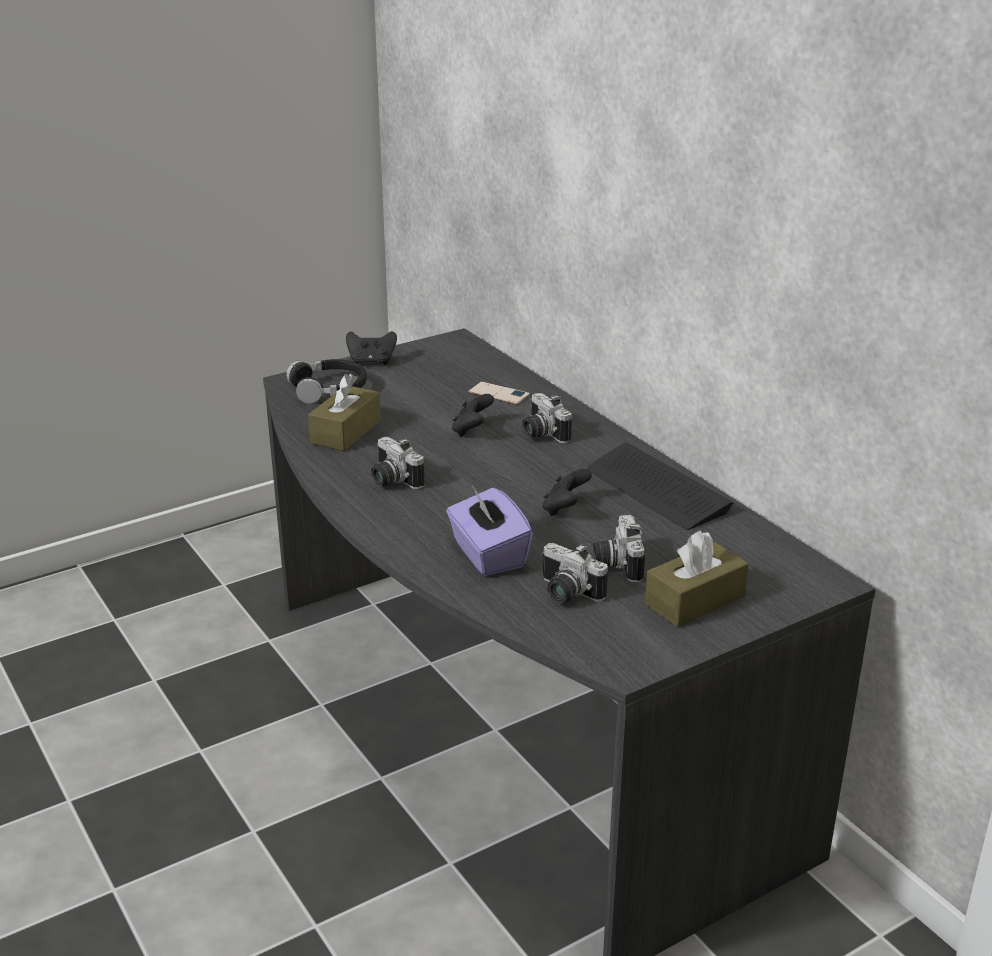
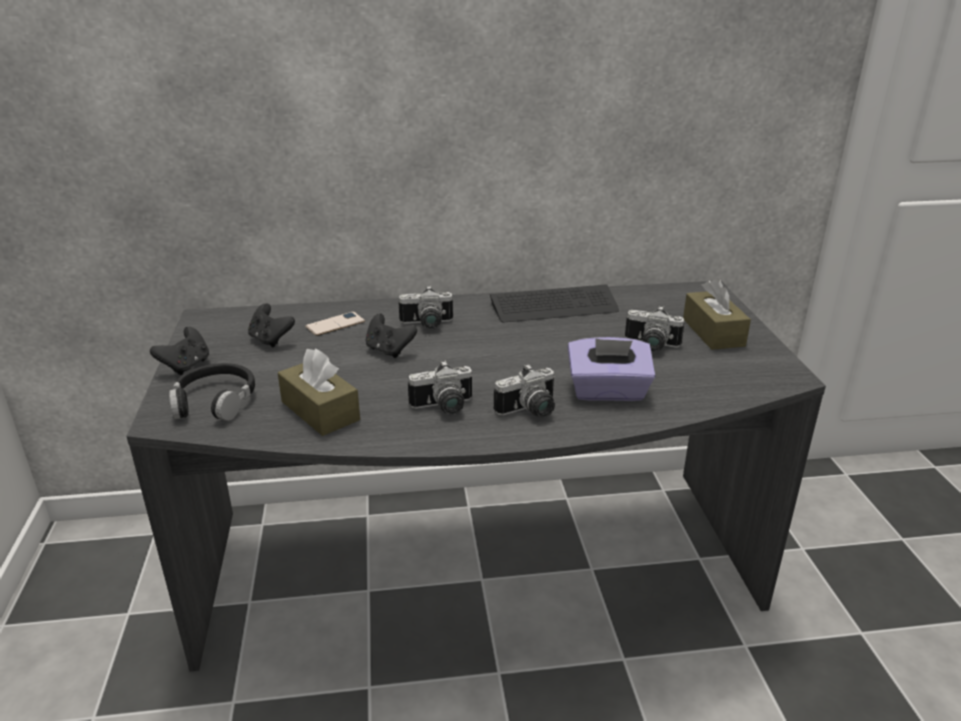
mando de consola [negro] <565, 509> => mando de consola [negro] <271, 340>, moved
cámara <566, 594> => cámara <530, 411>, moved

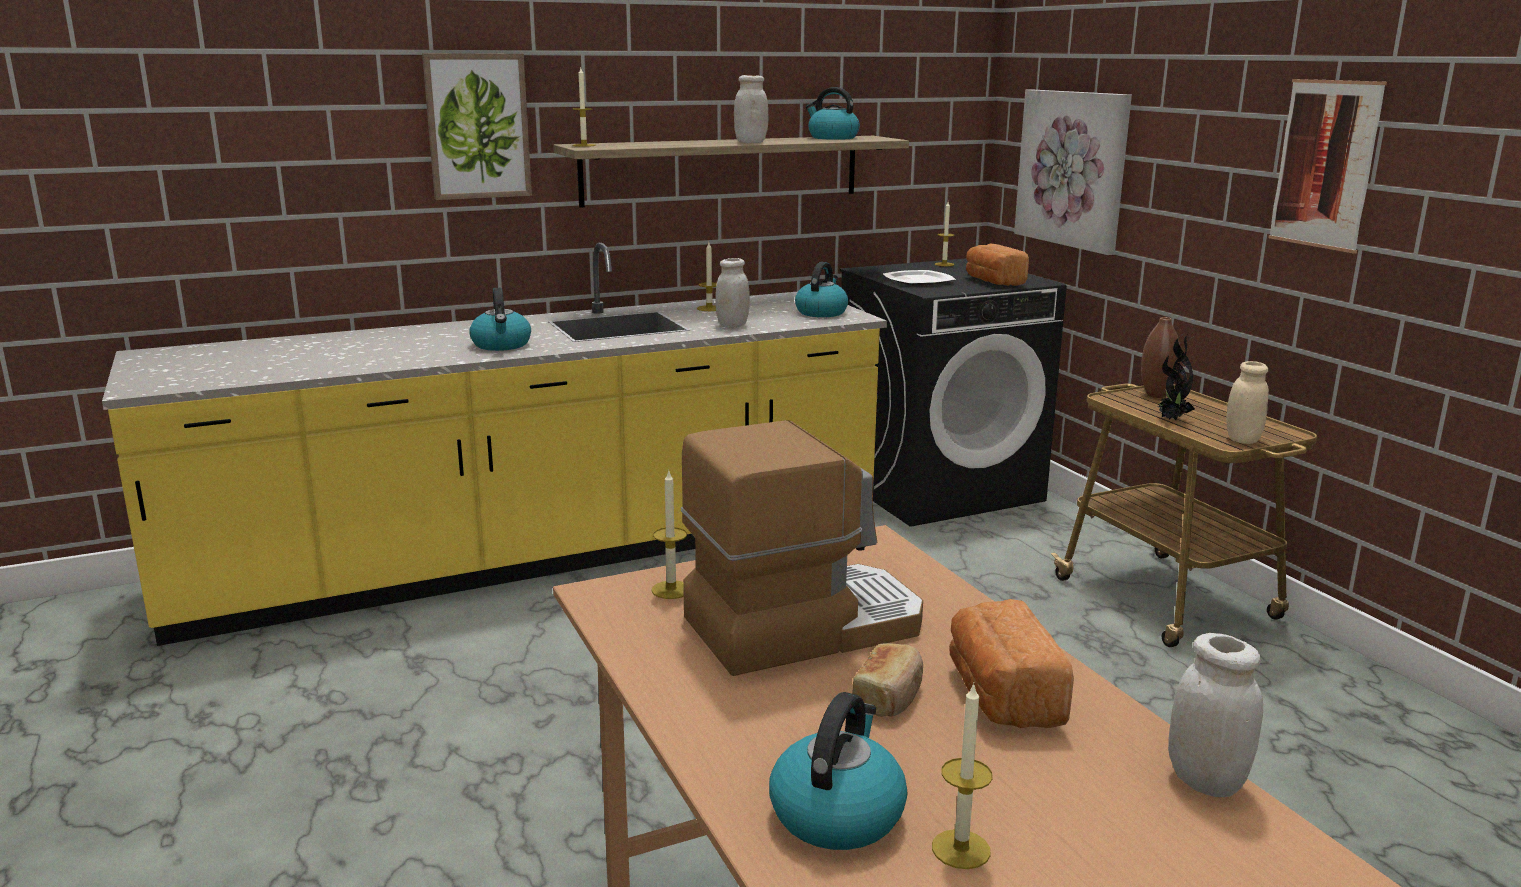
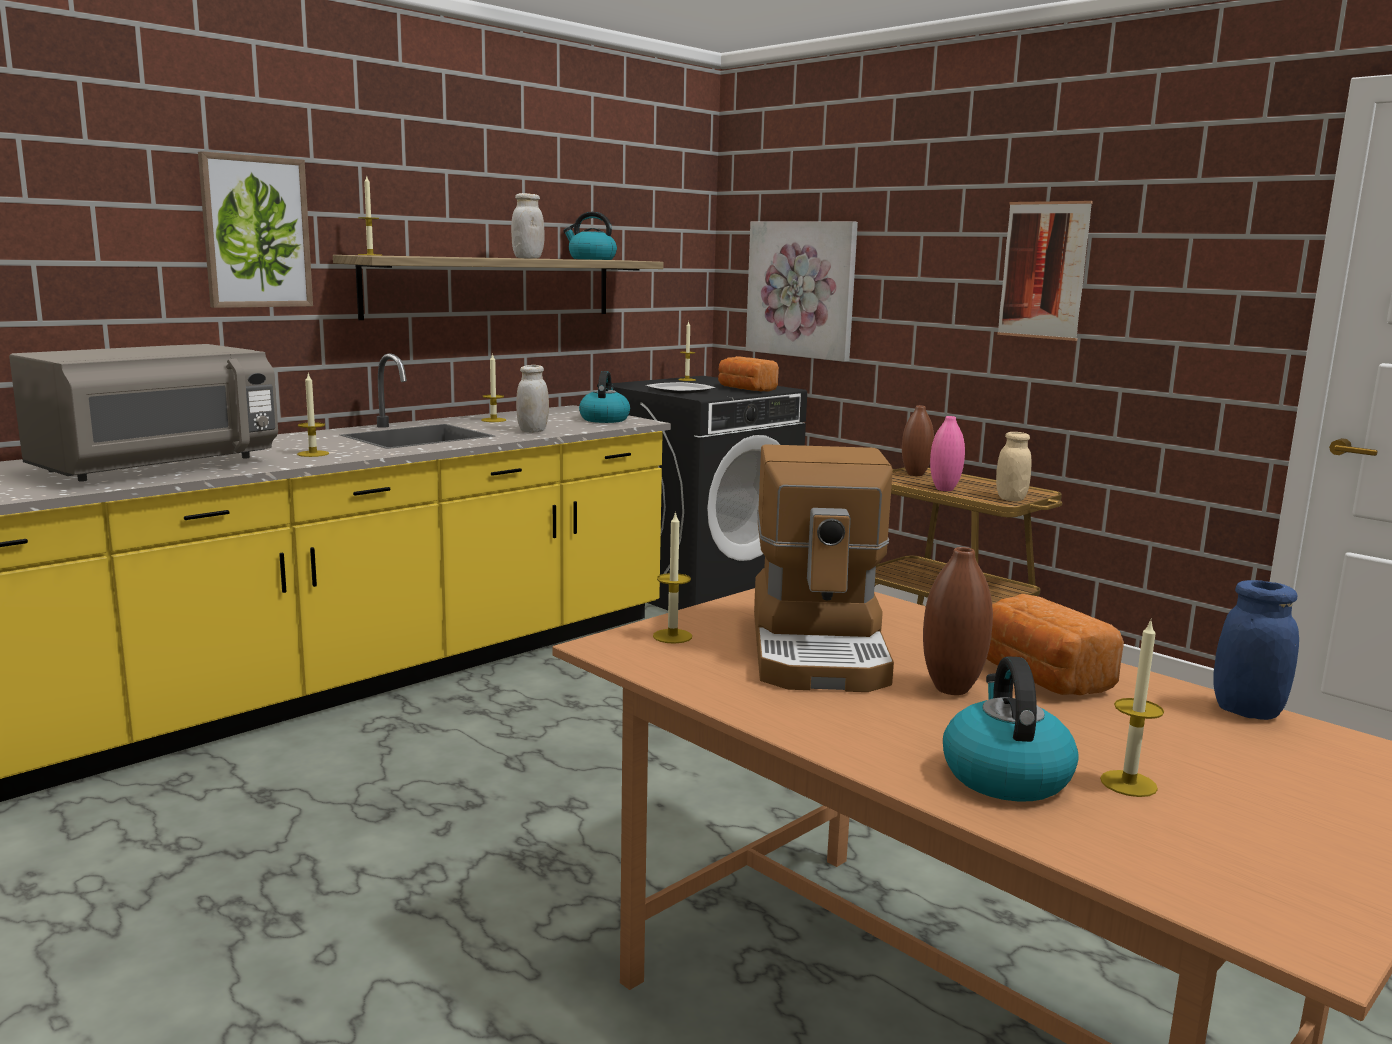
hervidor <501, 345> => vela <313, 454>
planta en maceta <1171, 419> => florero [rosa] <944, 489>
cafetera <802, 624> => cafetera <820, 648>, 135 degrees clockwise
tarro [blanco] <1205, 781> => tarro [azul] <1247, 711>
pan <889, 696> => florero [marrón] <951, 689>
nothing => microondas [gris] <157, 467>

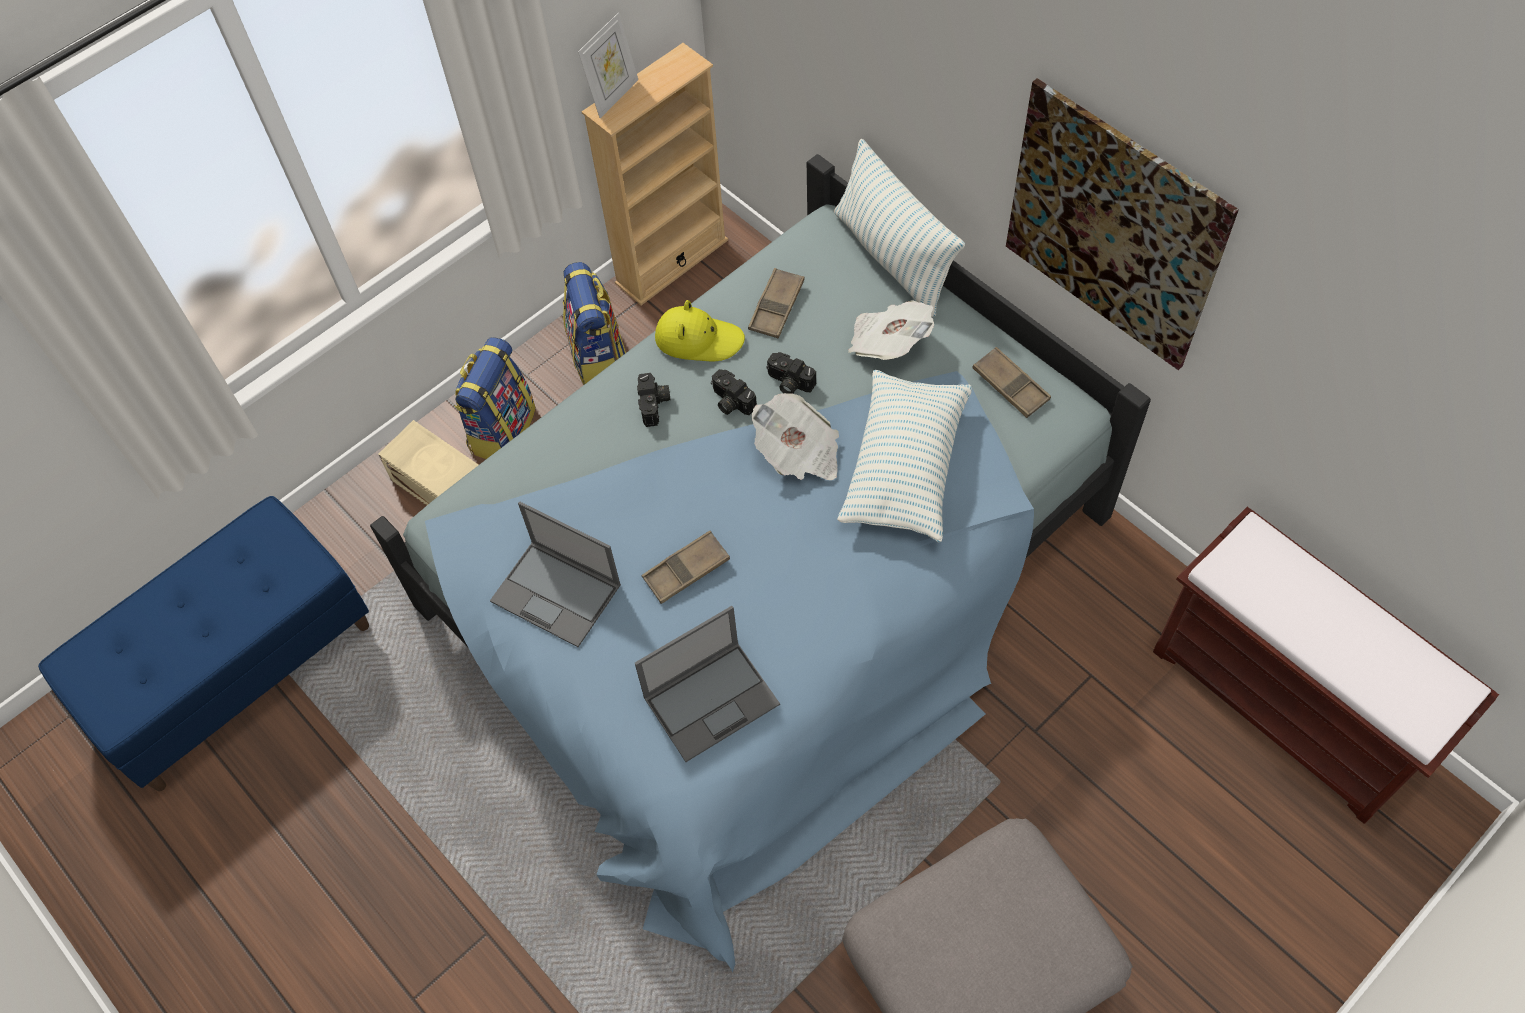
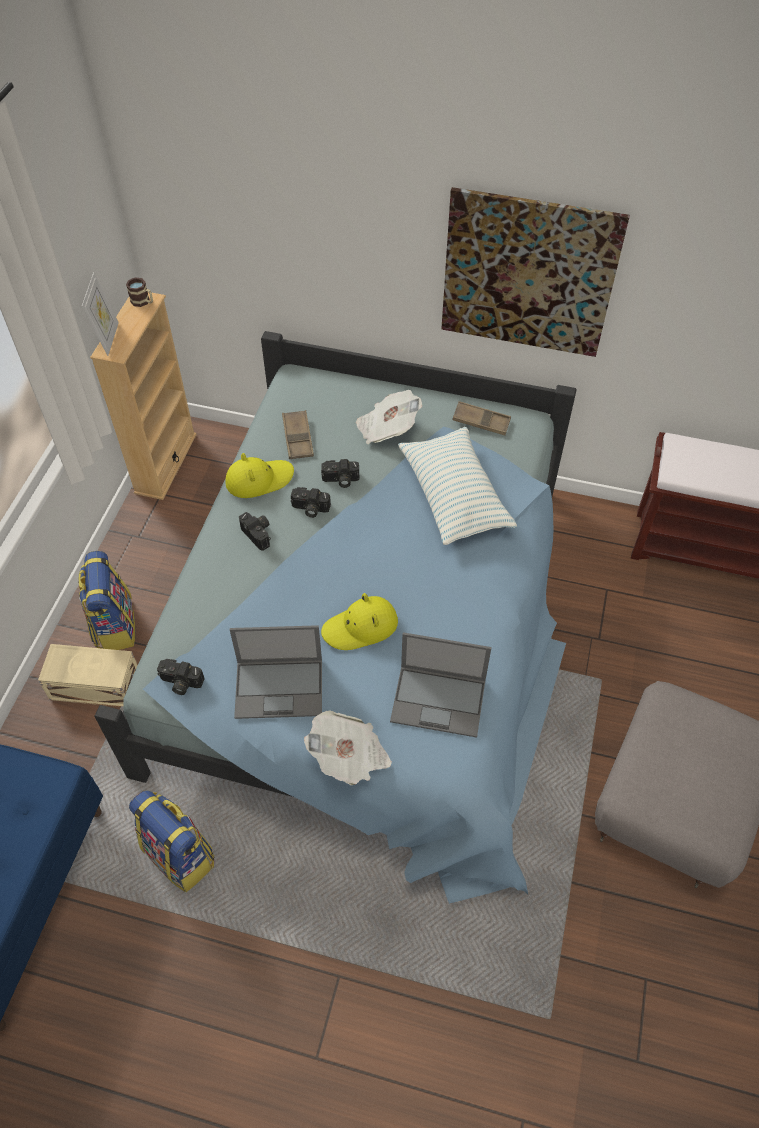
cojín <893, 258> => nothing
mochila <599, 356> => mochila <180, 855>, moved
periódico <798, 453> => periódico <349, 757>, moved
bandeja [marrón] <686, 570> => sombrero [amarillo] <360, 627>
portátil <712, 699> => portátil <439, 700>, 75 degrees clockwise
nothing => taza grande <143, 302>
nothing => cámara <180, 683>

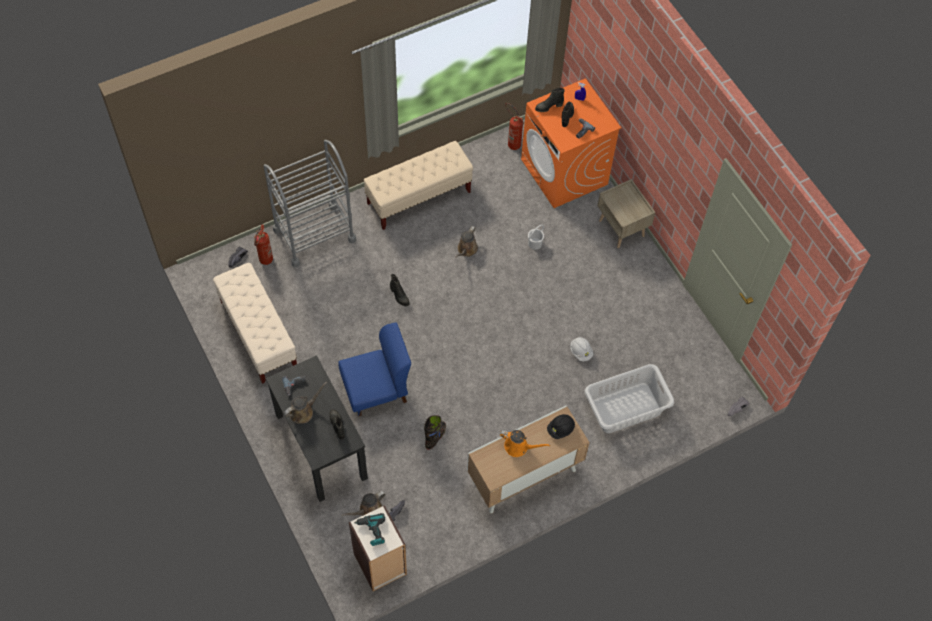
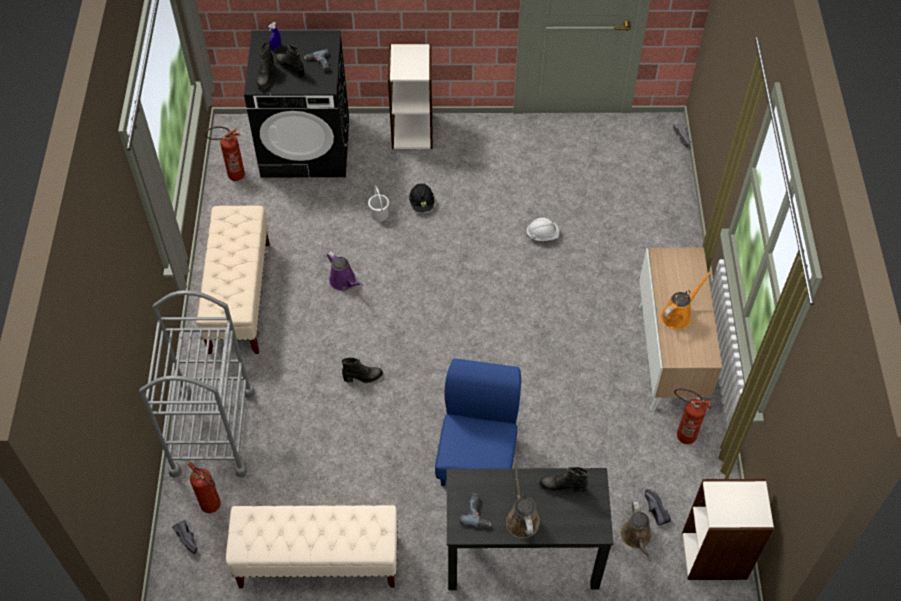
lavadora [naranja] <564, 172> => lavadora [negro] <306, 147>
mesita de noche [beis] <622, 228> => estantería <412, 130>
regadera [marrón] <466, 250> => regadera [morado] <344, 281>
cesto de la ropa [gris] <626, 408> => nothing
casco [negro] <560, 429> => casco [negro] <422, 203>, moved
bota [negro] <435, 437> => nothing
taladro <372, 531> => nothing
nothing => extintor <681, 434>

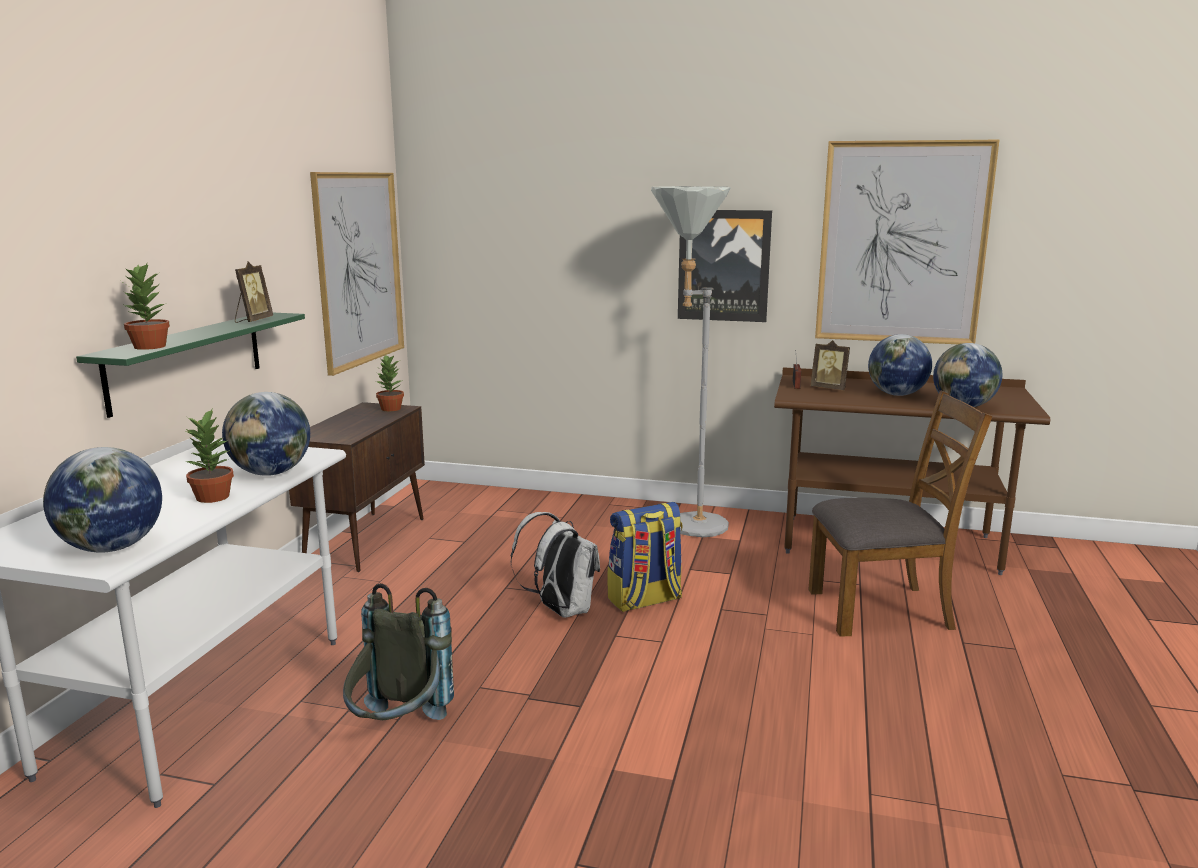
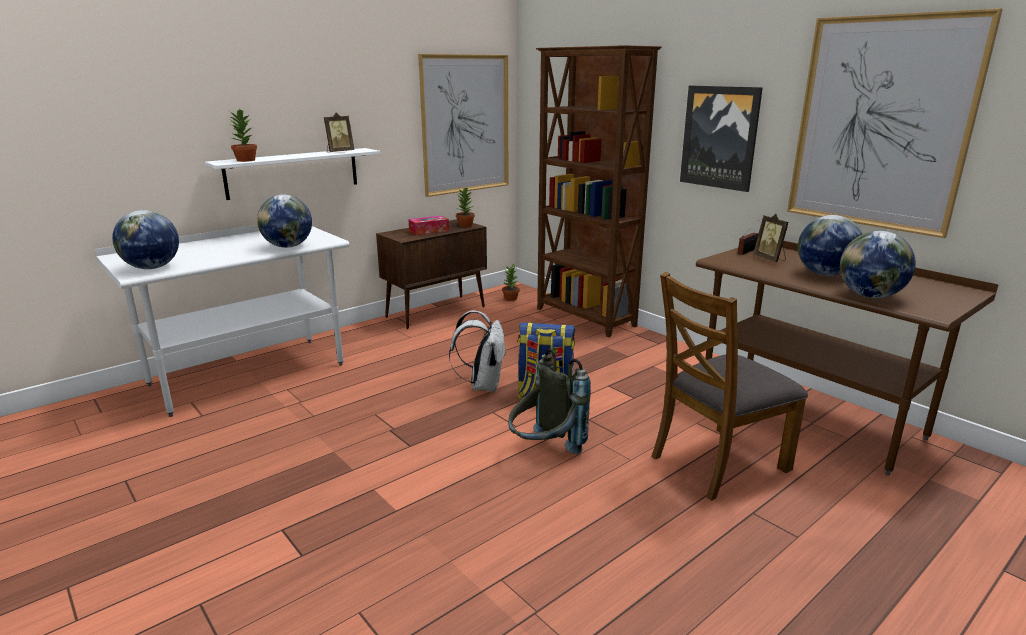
lámpara de pie [gris] <686, 526> => nothing
estante [verde] <187, 360> => estante [blanco] <293, 173>
silla [marrón] <881, 609> => silla [marrón] <717, 462>, 120 degrees clockwise
planta en maceta <214, 497> => planta en maceta <511, 298>, moved
mochila [gris] <398, 731> => mochila [gris] <544, 452>, moved
nothing => estantería [marrón] <585, 318>
nothing => caja de pañuelos <429, 231>

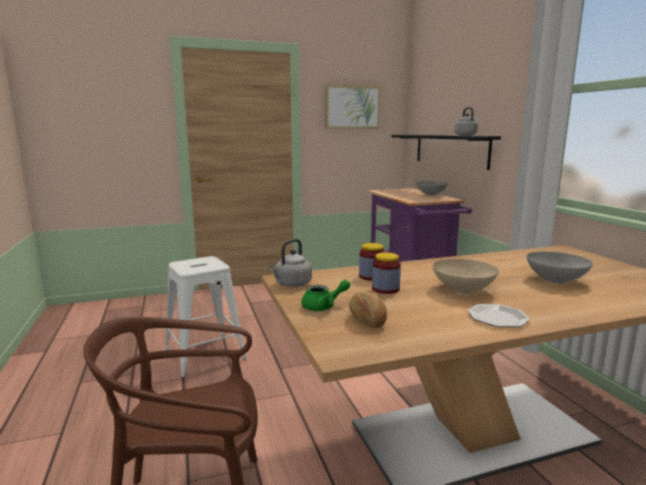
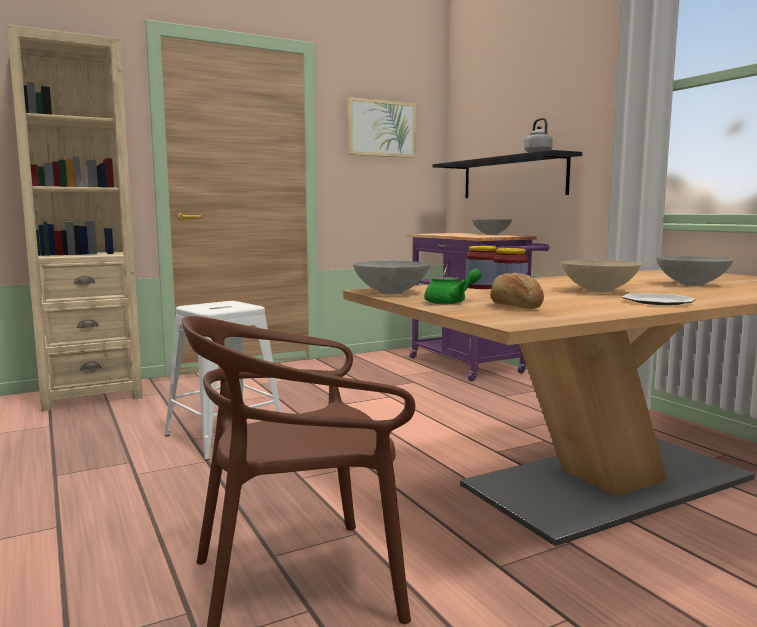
hervidor [gris] <292, 284> => cuenco [gris] <391, 293>
nothing => estantería [beis] <90, 395>

